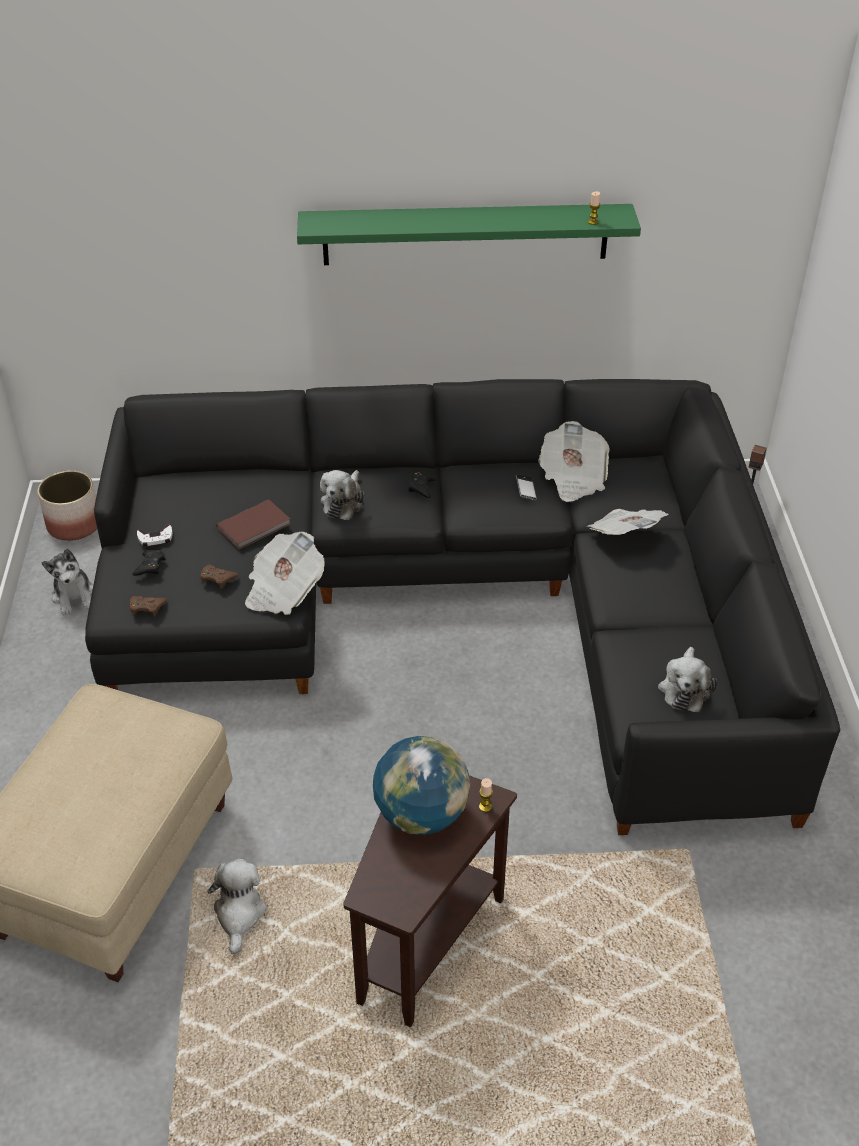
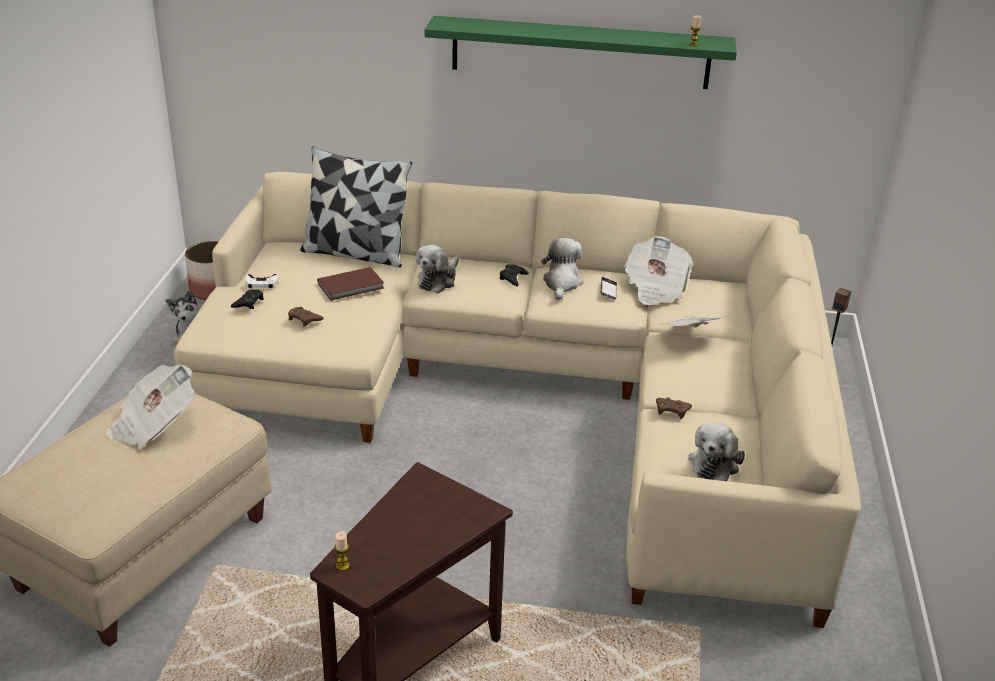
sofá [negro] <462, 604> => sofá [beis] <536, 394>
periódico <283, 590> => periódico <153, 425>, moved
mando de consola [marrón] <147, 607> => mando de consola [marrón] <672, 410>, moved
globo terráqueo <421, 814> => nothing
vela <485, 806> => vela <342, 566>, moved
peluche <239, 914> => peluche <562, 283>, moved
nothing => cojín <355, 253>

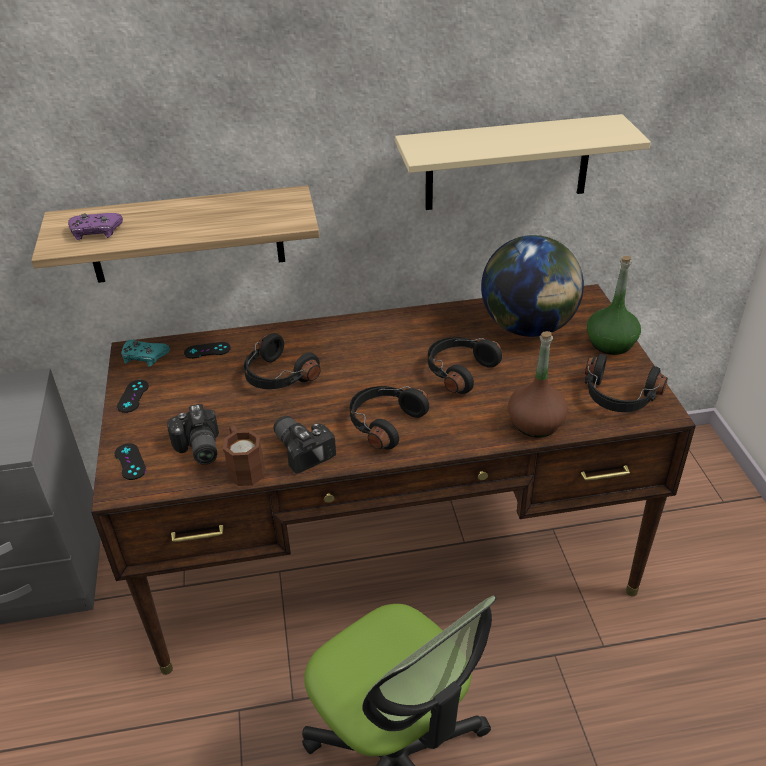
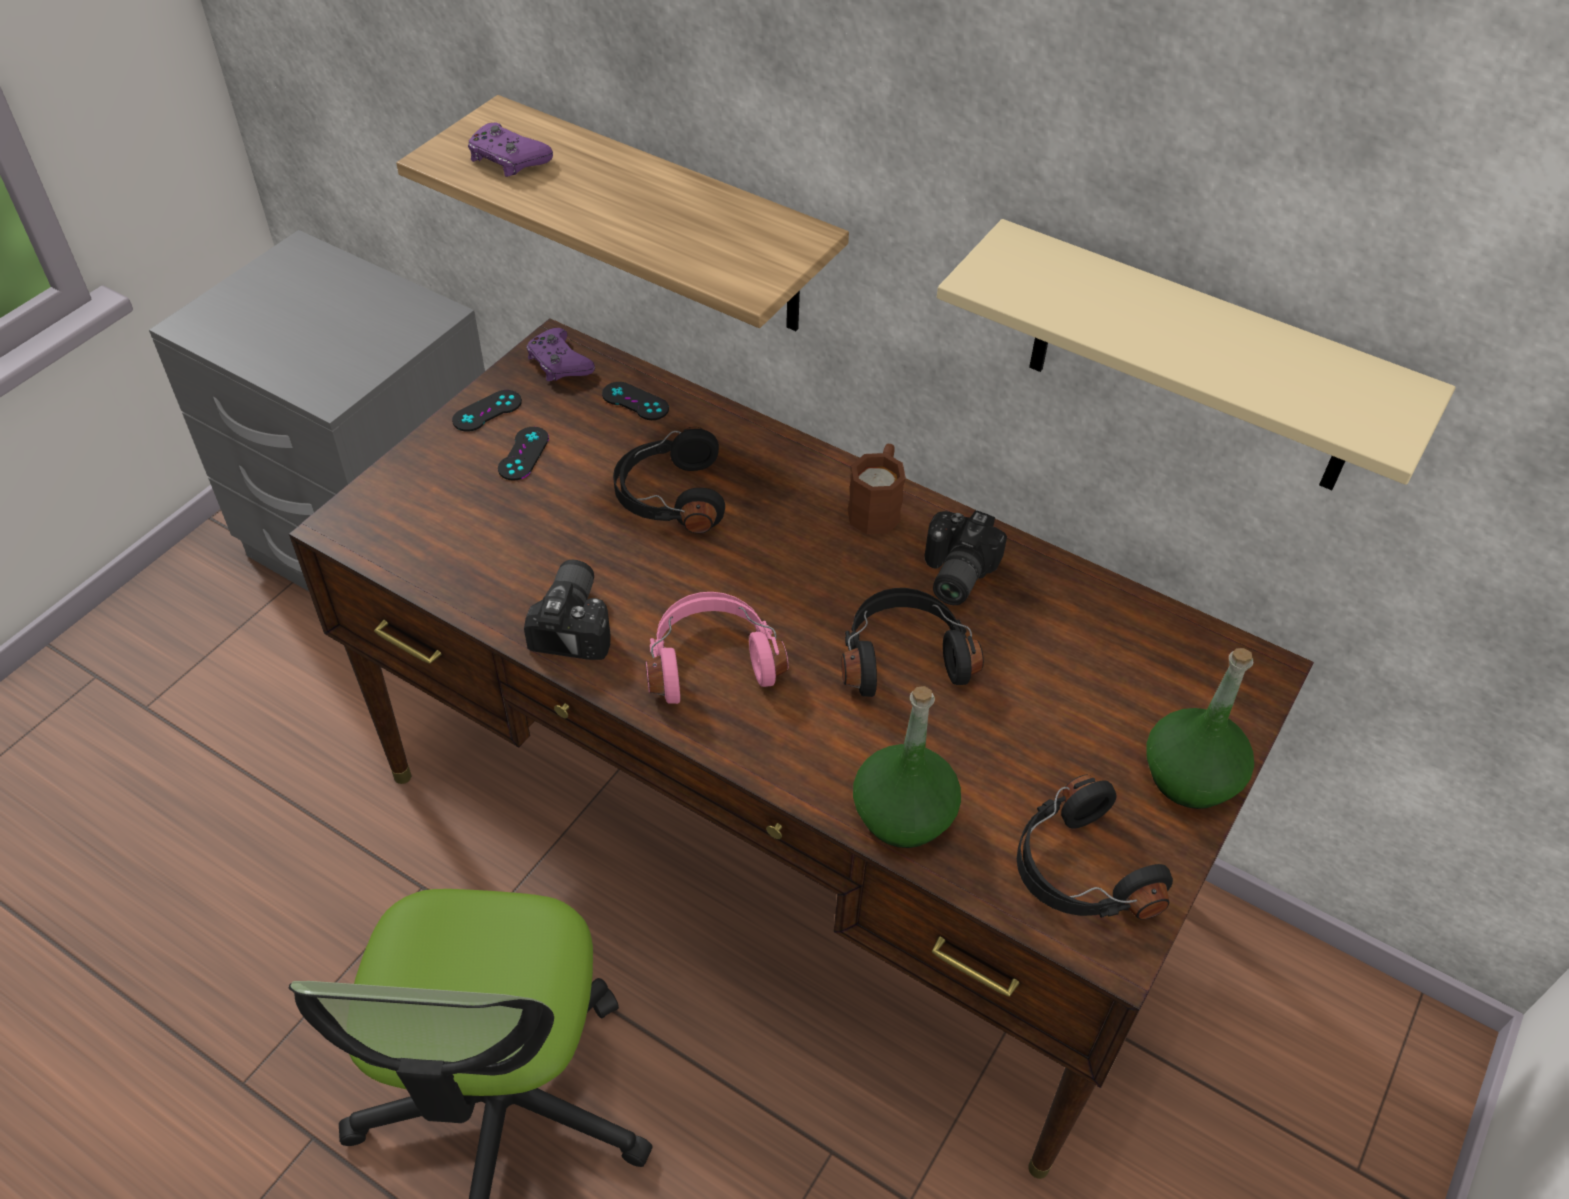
globo terráqueo <528, 327> => nothing
botella [marrón] <535, 423> => botella [verde] <902, 814>
mando de consola [turquesa] <144, 357> => mando de consola [morado] <558, 363>
auriculares [negro] <384, 423> => auriculares [rosa] <711, 659>
cámara <197, 449> => cámara <952, 574>, moved
taza grande [marrón] <244, 467> => taza grande [marrón] <877, 507>, moved
mando de consola [negro] <130, 462> => mando de consola [negro] <523, 454>, moved

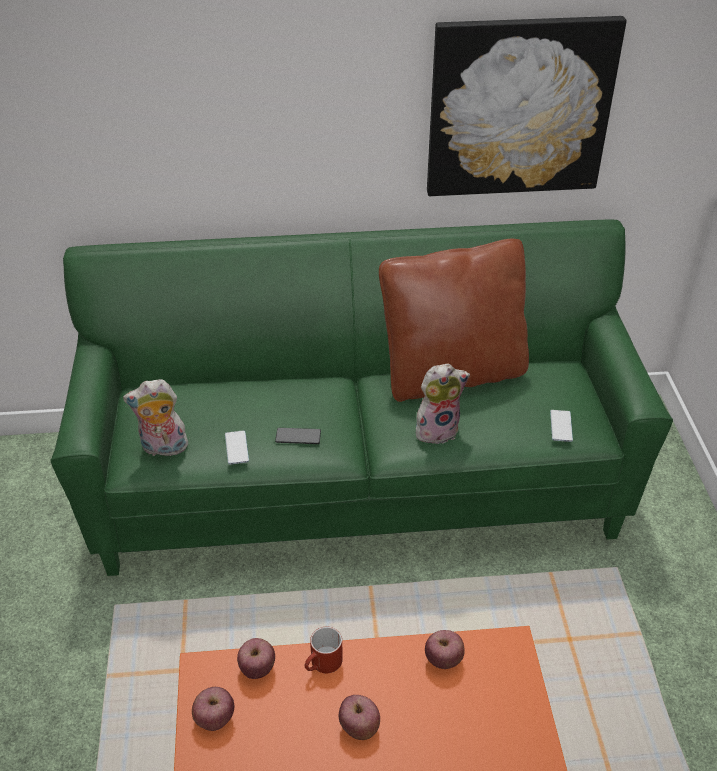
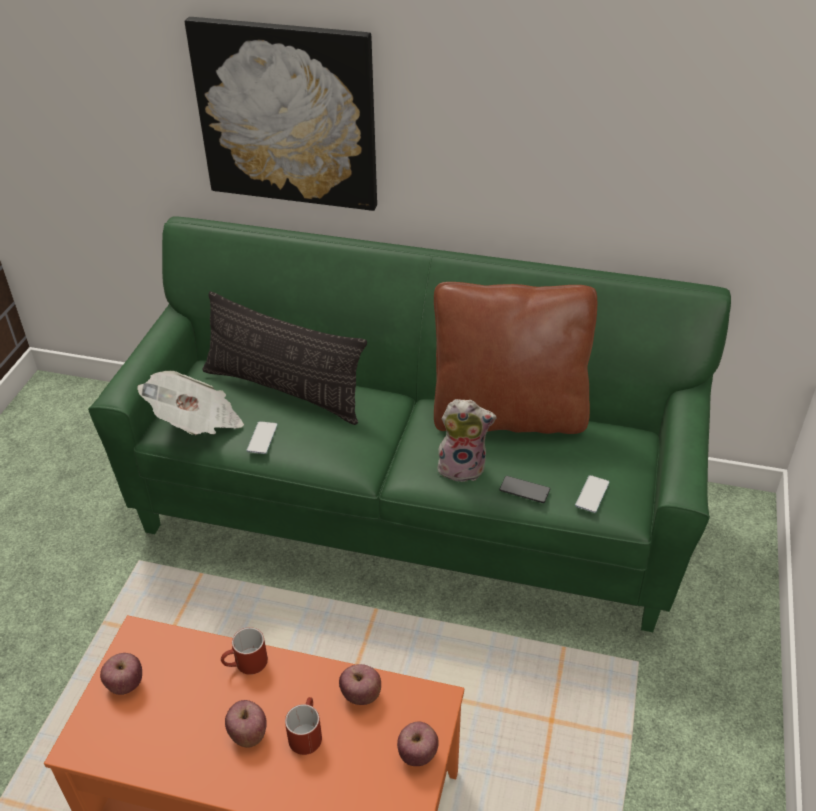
cuadro <519, 107> => cuadro <287, 114>, moved
peluche <163, 448> => periódico <196, 422>
móvil <298, 437> => móvil <524, 490>, moved
manzana <257, 669> => manzana <418, 754>, moved
nothing => cojín <284, 390>
nothing => taza grande [rojo] <305, 733>

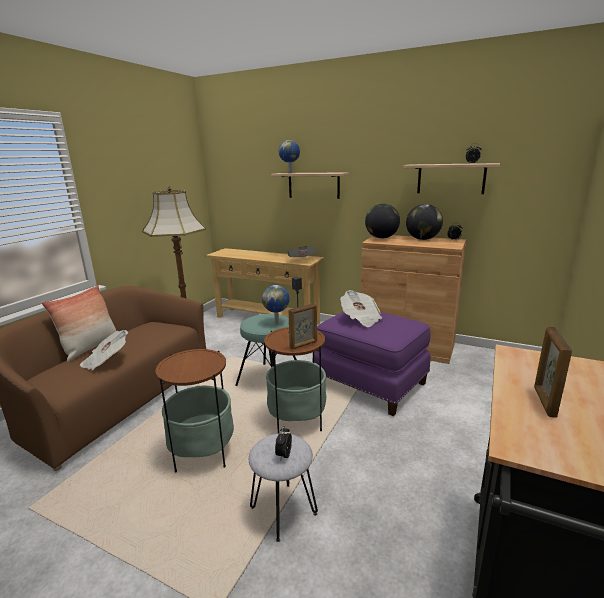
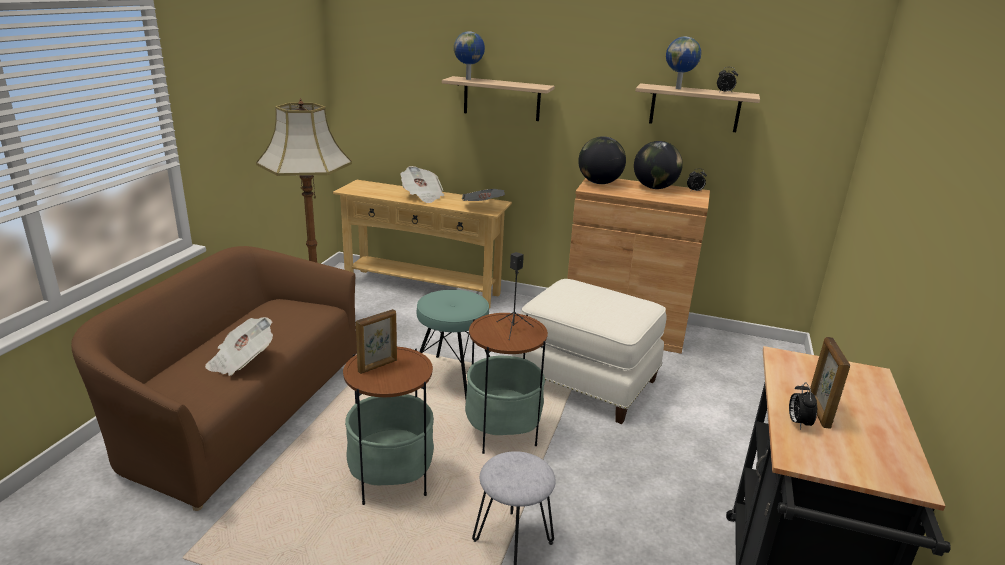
cojín <90, 347> => nothing
globo terráqueo <277, 323> => globo terráqueo <678, 88>, moved
periódico <360, 319> => periódico <422, 196>, moved
portarretratos <304, 345> => portarretratos <378, 366>, moved
puf [morado] <370, 382> => puf [blanco] <586, 380>
despertador <284, 455> => despertador <798, 422>, moved

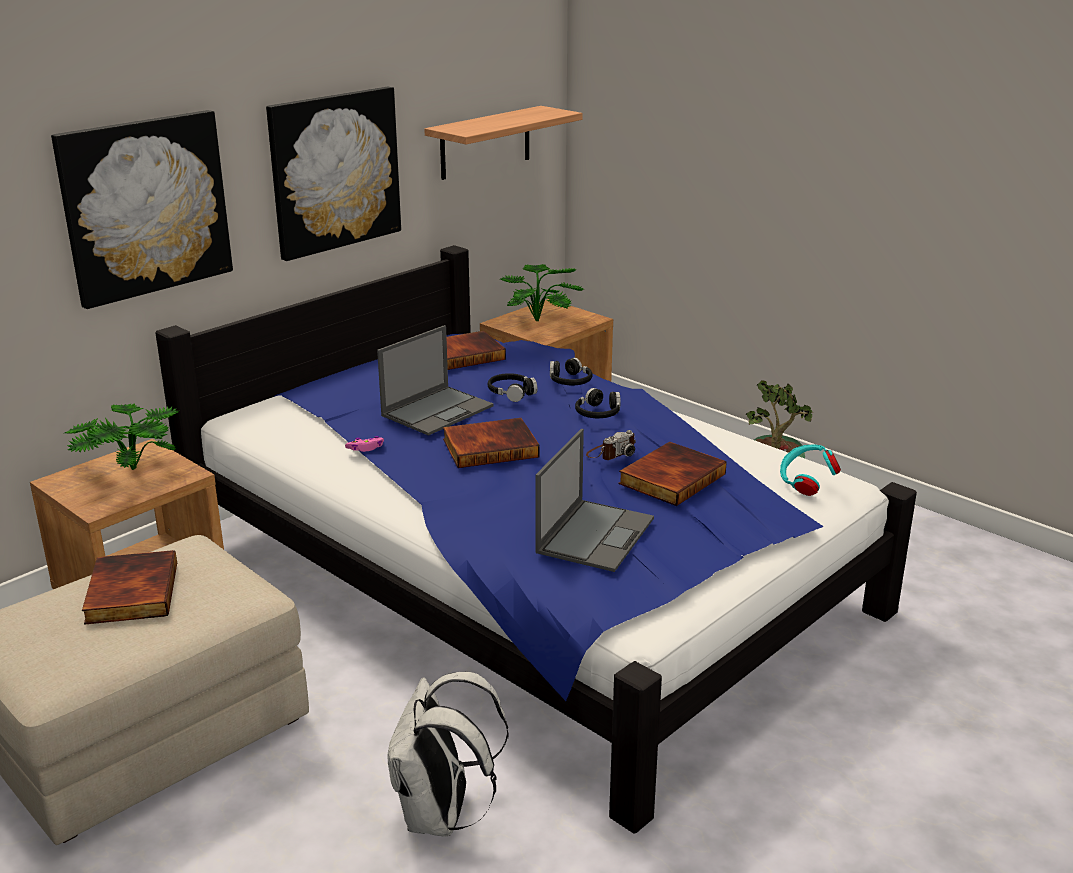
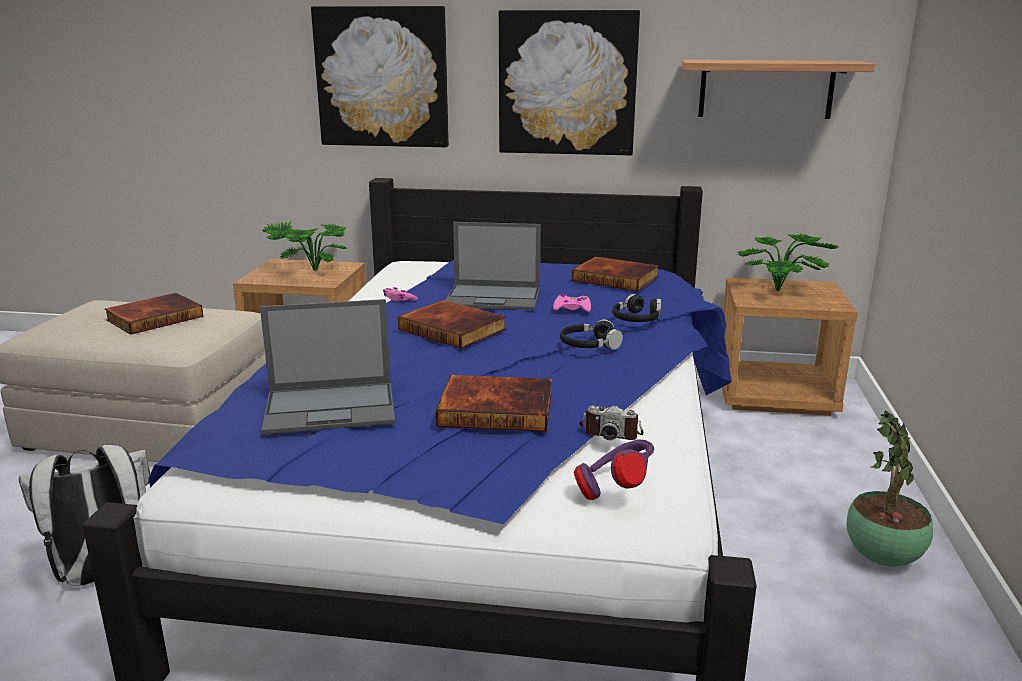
auriculares [negro] <511, 393> => mando de consola [rosa] <572, 308>
cámara <611, 453> => cámara <611, 432>, moved
auriculares [turquesa] <805, 485> => auriculares [morado] <615, 491>

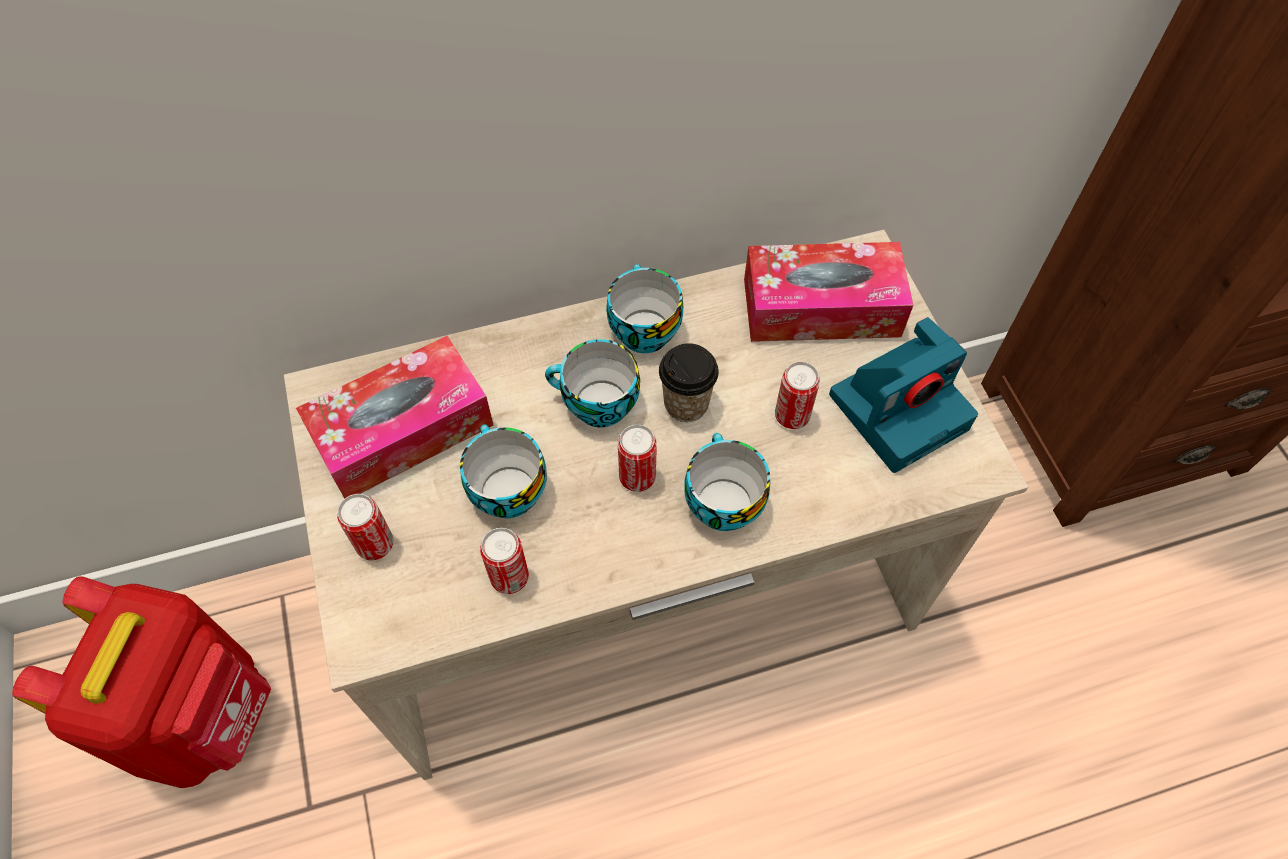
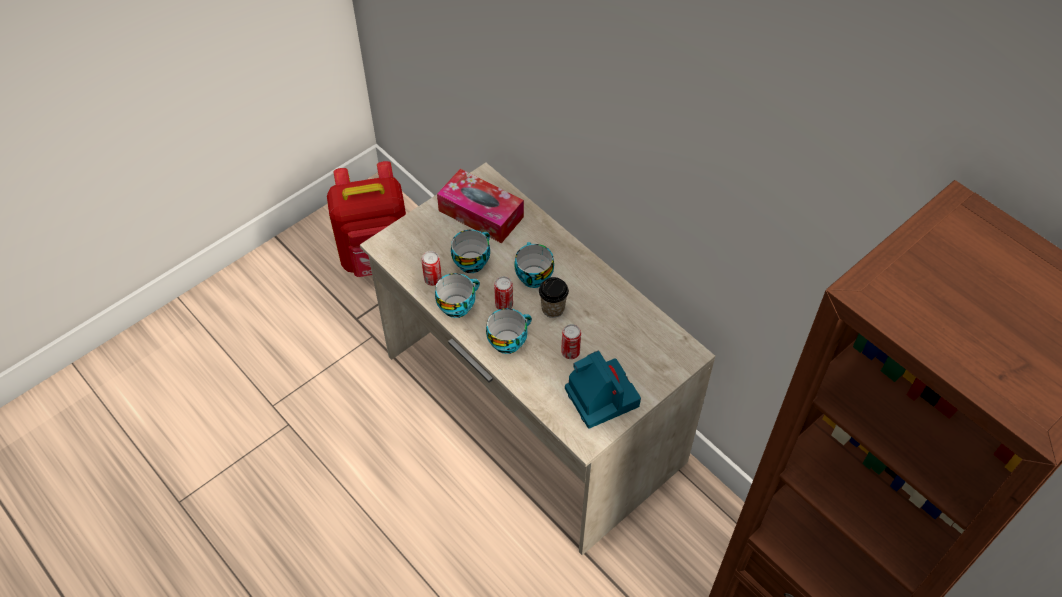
caja de pañuelos <821, 307> => nothing
taza <641, 329> => taza <457, 305>, moved
cámara <900, 409> => cámara <600, 396>, 150 degrees counterclockwise
lata <375, 544> => nothing

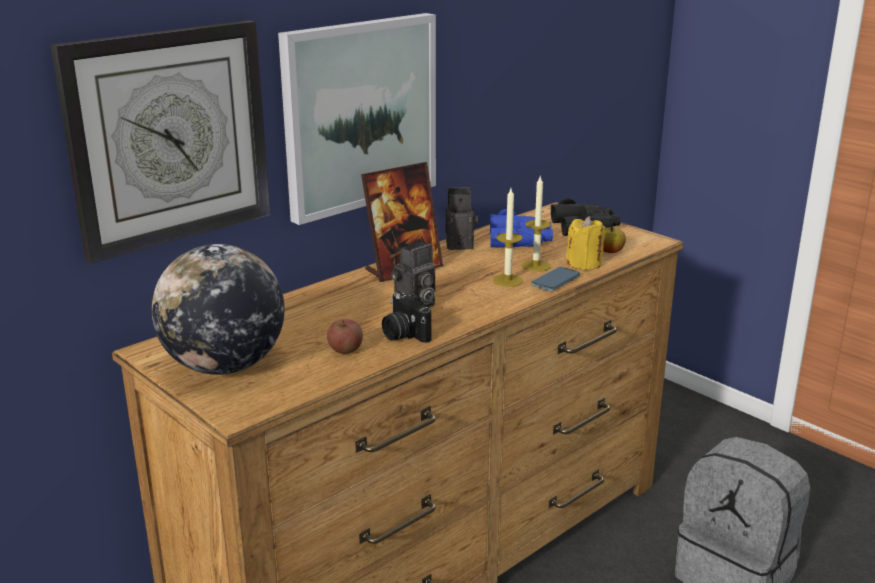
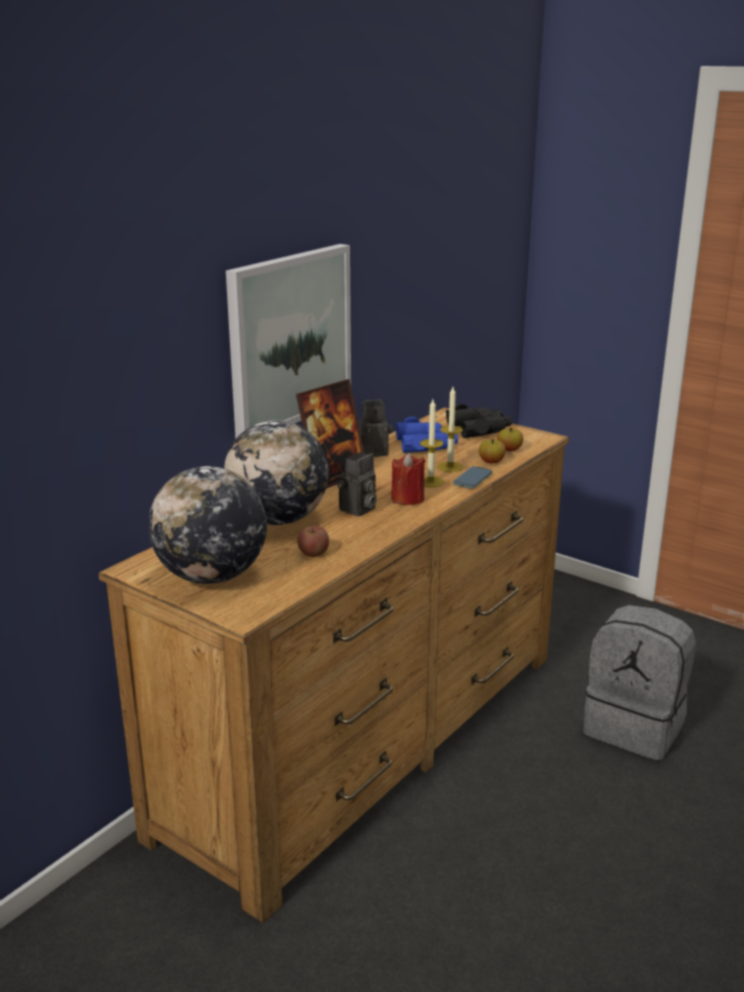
reloj de pared <168, 137> => nothing
vela [amarillo] <584, 263> => manzana <491, 462>
cámara <403, 334> => nothing
nothing => globo terráqueo <278, 520>
nothing => vela [rojo] <407, 499>

